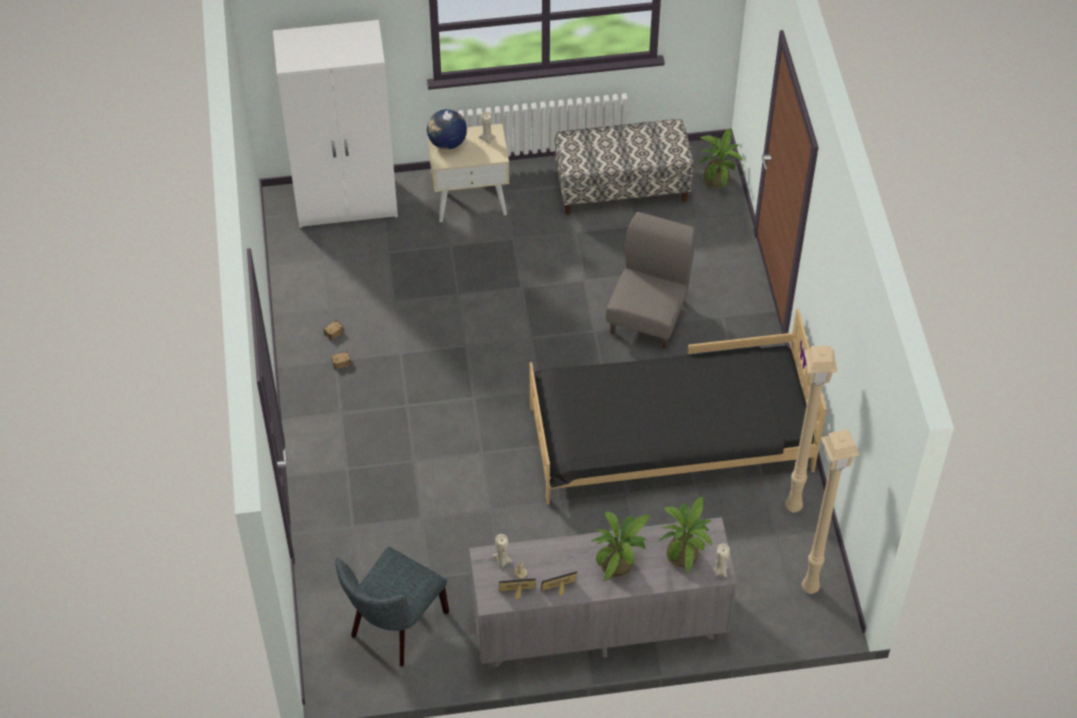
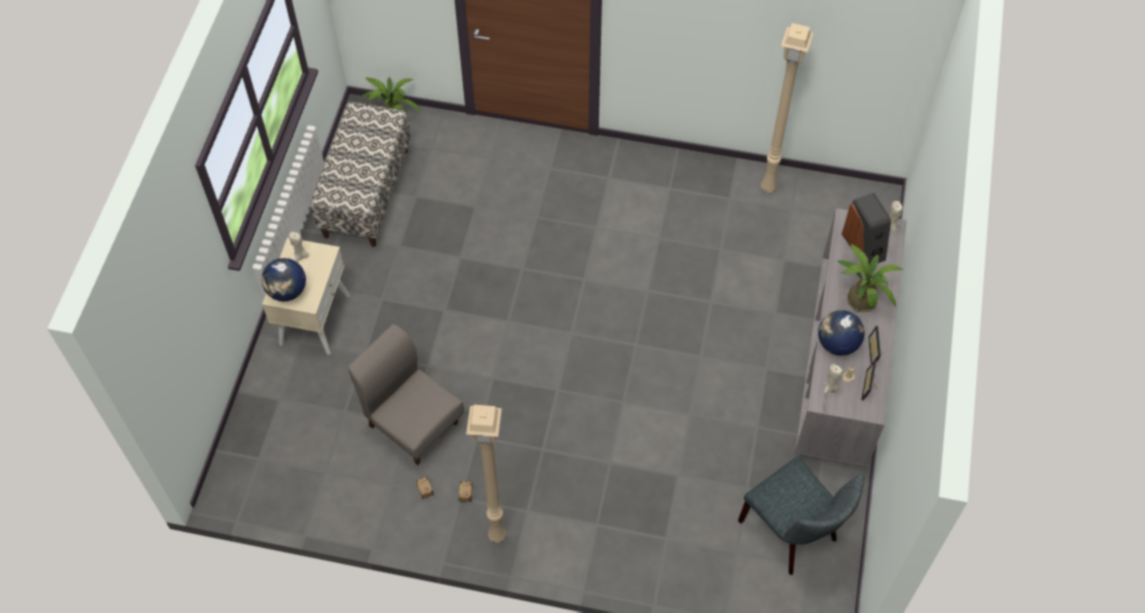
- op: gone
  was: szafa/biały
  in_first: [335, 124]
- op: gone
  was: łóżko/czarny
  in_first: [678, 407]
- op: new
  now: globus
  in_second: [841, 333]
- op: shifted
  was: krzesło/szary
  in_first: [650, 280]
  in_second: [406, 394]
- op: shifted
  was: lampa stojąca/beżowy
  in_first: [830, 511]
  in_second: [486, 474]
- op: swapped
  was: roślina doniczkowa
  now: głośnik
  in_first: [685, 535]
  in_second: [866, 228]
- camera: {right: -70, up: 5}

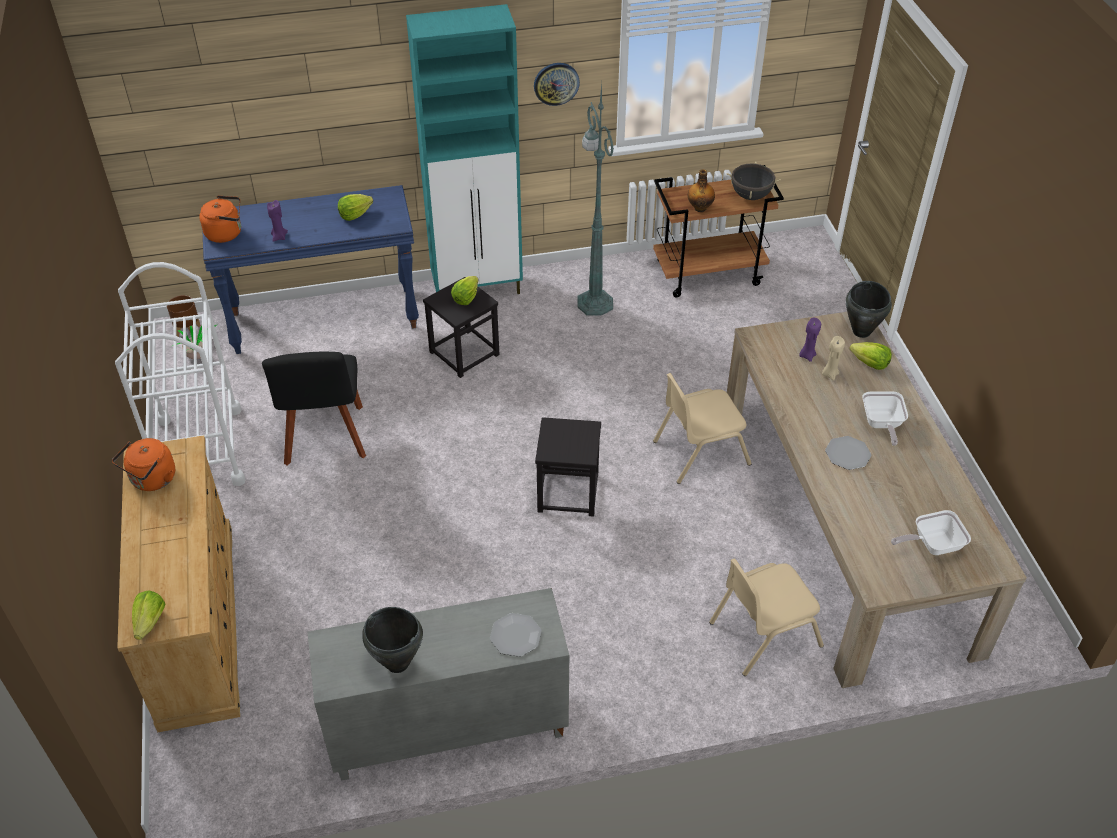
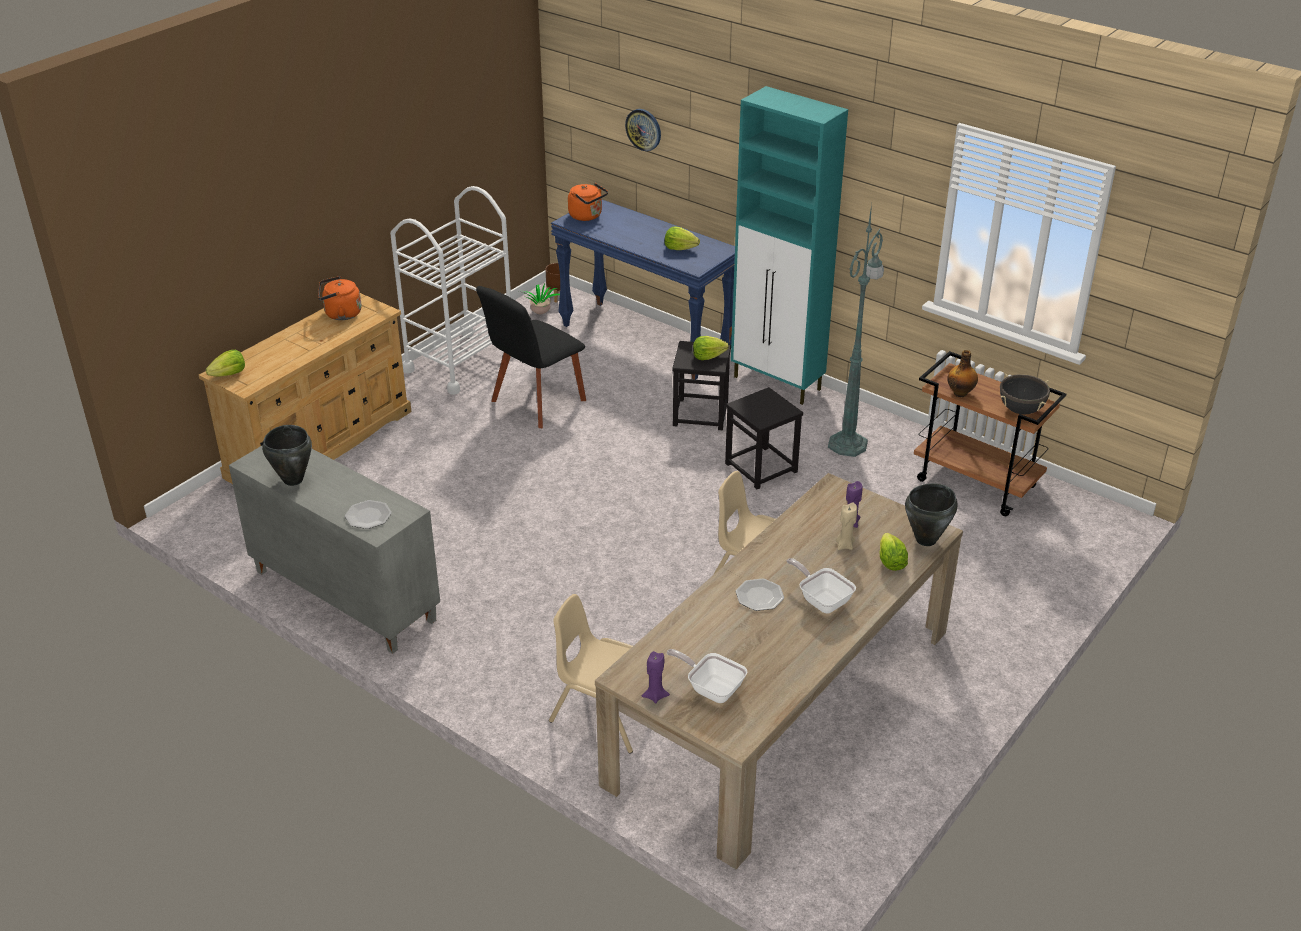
- op: shifted
  was: świeca/fioletowy
  in_first: [277, 220]
  in_second: [656, 677]
- op: shifted
  was: zegar ścienny
  in_first: [557, 84]
  in_second: [643, 130]
- op: shifted
  was: stołek/czarny
  in_first: [568, 467]
  in_second: [764, 438]
- op: rotated
  was: patelnia
  in_first: [885, 419]
  in_second: [821, 585]
  clockwise: 90
- camera: {right: 50, up: -10}

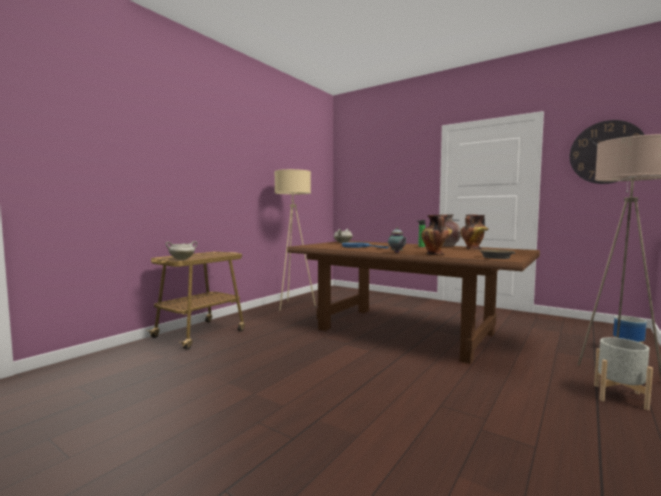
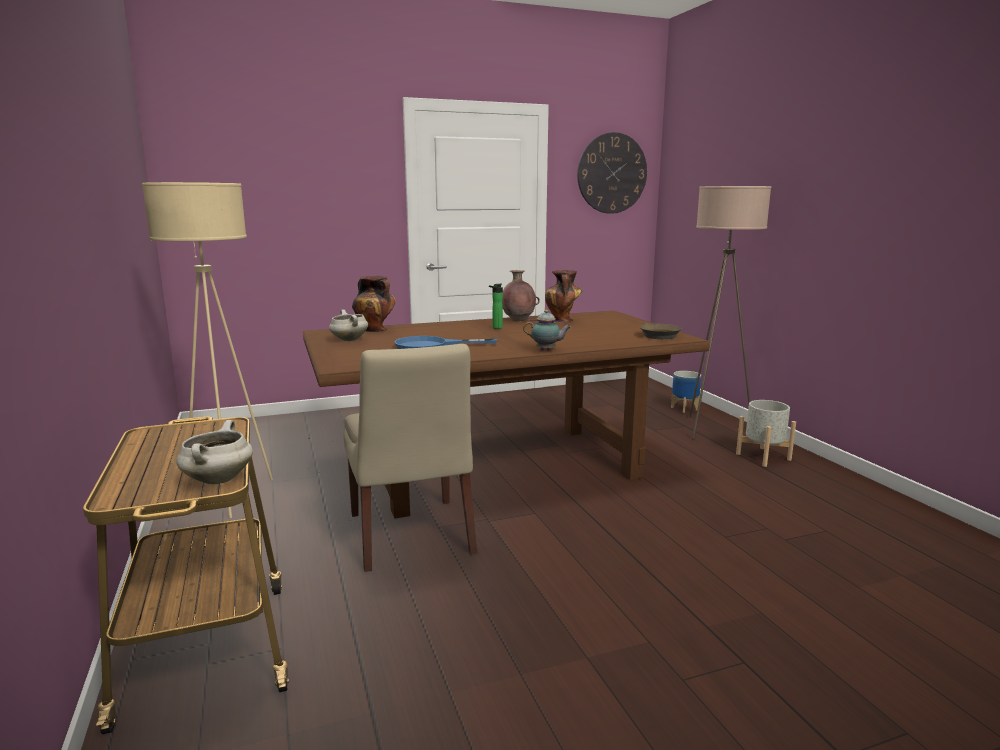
- op: new
  now: krzesło/beżowy
  in_second: [410, 458]
- op: shifted
  was: wazon
  in_first: [437, 235]
  in_second: [374, 304]
- camera: {right: -55, up: 10}

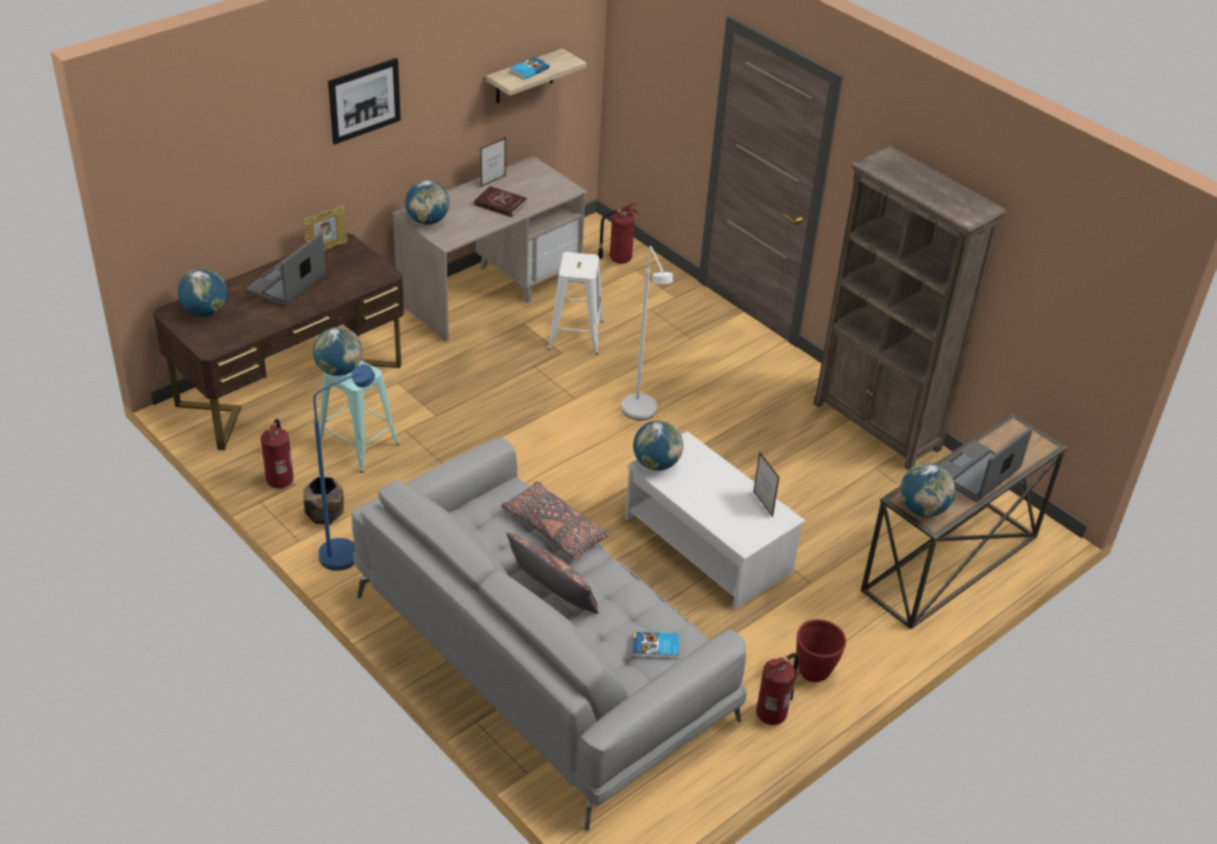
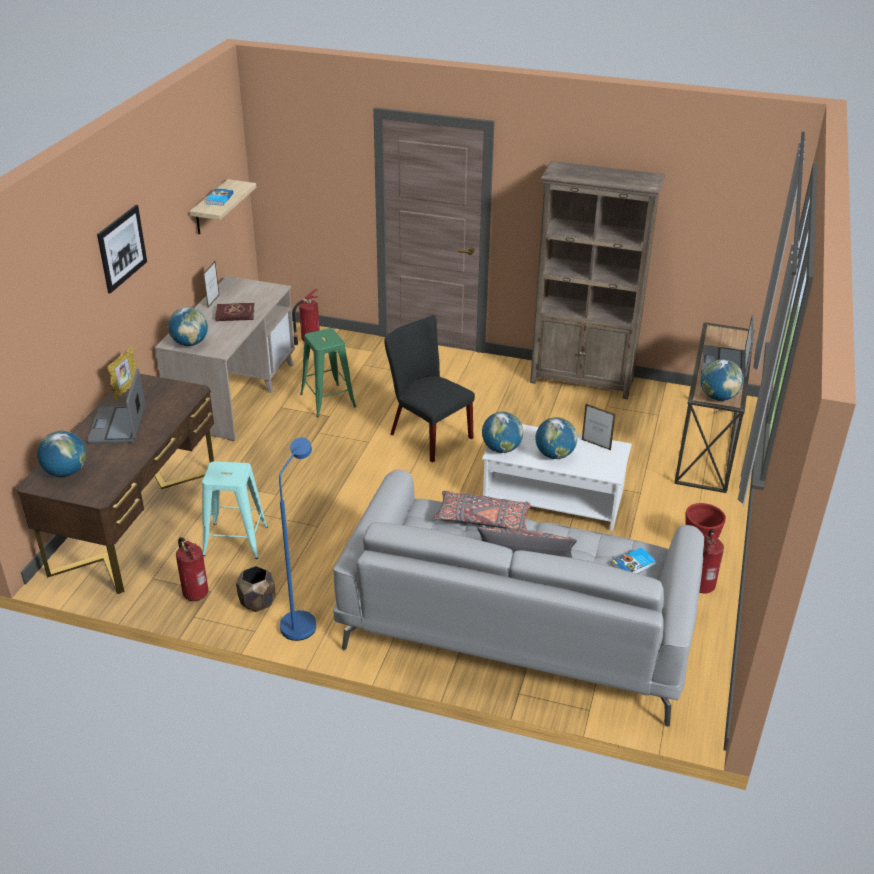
- op: shifted
  was: globus
  in_first: [337, 351]
  in_second: [556, 438]
- op: swapped
  was: lampa stojąca/biały
  now: krzesło/czarny
  in_first: [647, 333]
  in_second: [429, 389]
- op: repainted
  was: stołek/biały
  now: stołek/zielony
  in_first: [576, 303]
  in_second: [328, 372]
- camera: {right: -30, up: -5}

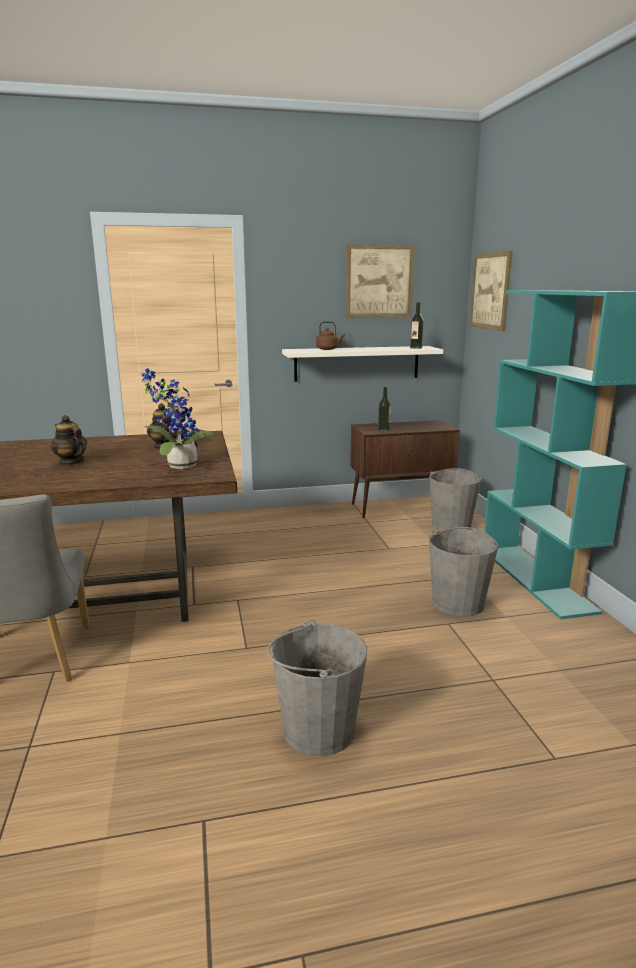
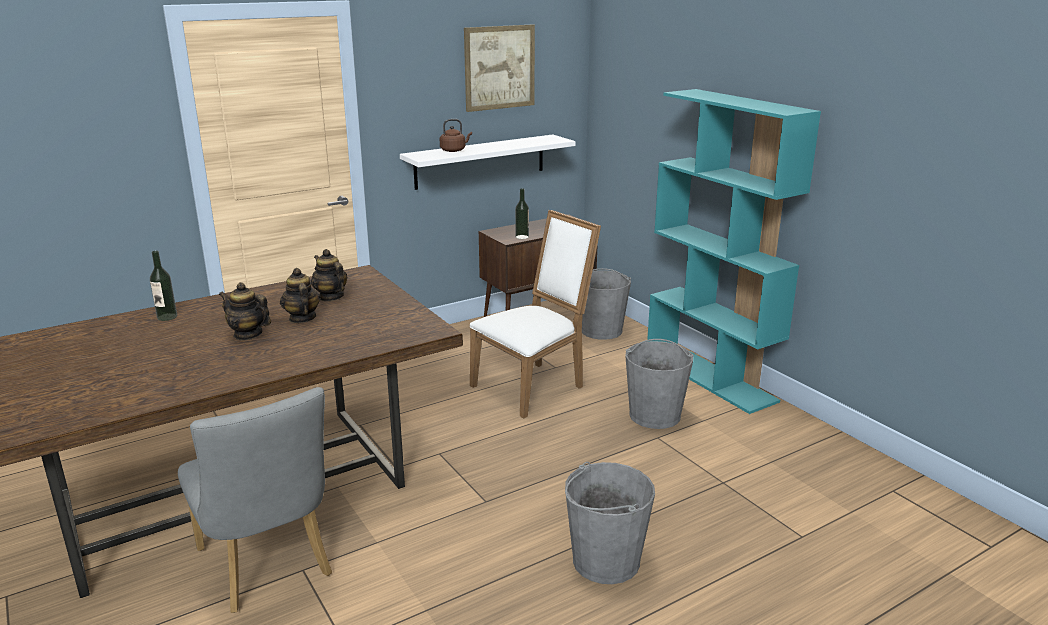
- op: gone
  was: roślina doniczkowa
  in_first: [178, 418]
- op: gone
  was: obraz
  in_first: [491, 291]
- op: new
  now: imbryk
  in_second: [300, 295]
- op: new
  now: krzesło/biały
  in_second: [535, 314]
- op: shifted
  was: butelka
  in_first: [417, 325]
  in_second: [163, 286]
- camera: {right: -20, up: 5}

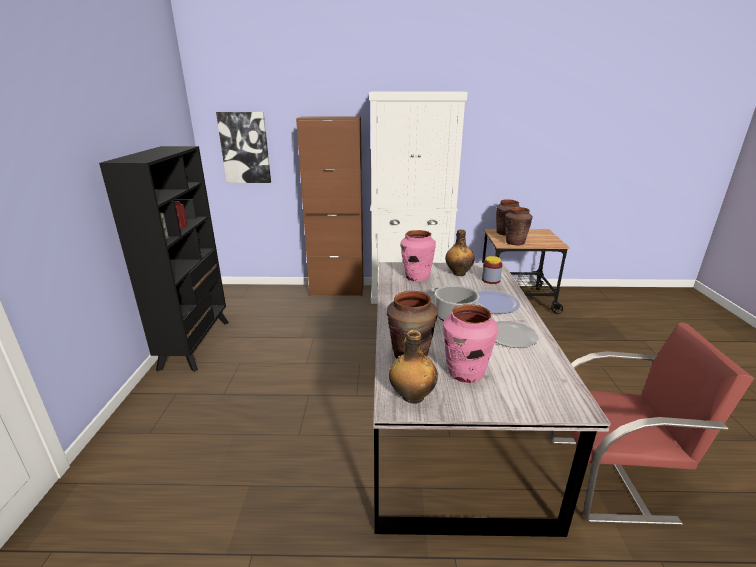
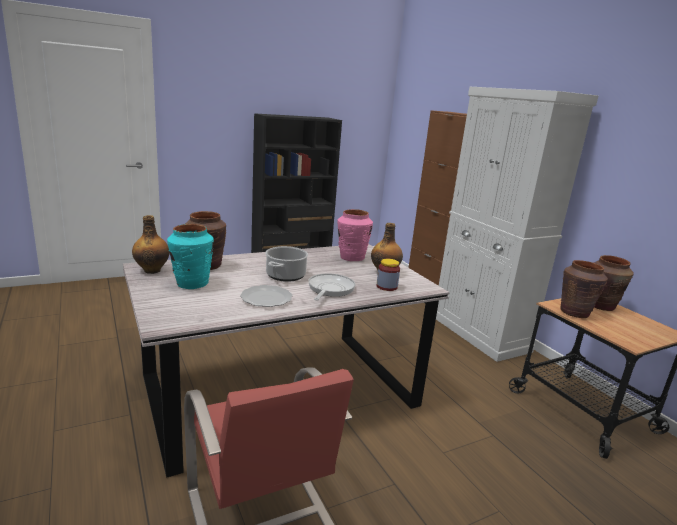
- op: gone
  was: obraz
  in_first: [243, 147]
- op: swapped
  was: talerz
  now: patelnia
  in_first: [498, 302]
  in_second: [331, 286]
- op: repainted
  was: wazon/różowy
  now: wazon/turkusowy
  in_first: [471, 343]
  in_second: [190, 256]
- camera: {right: 60, up: -5}

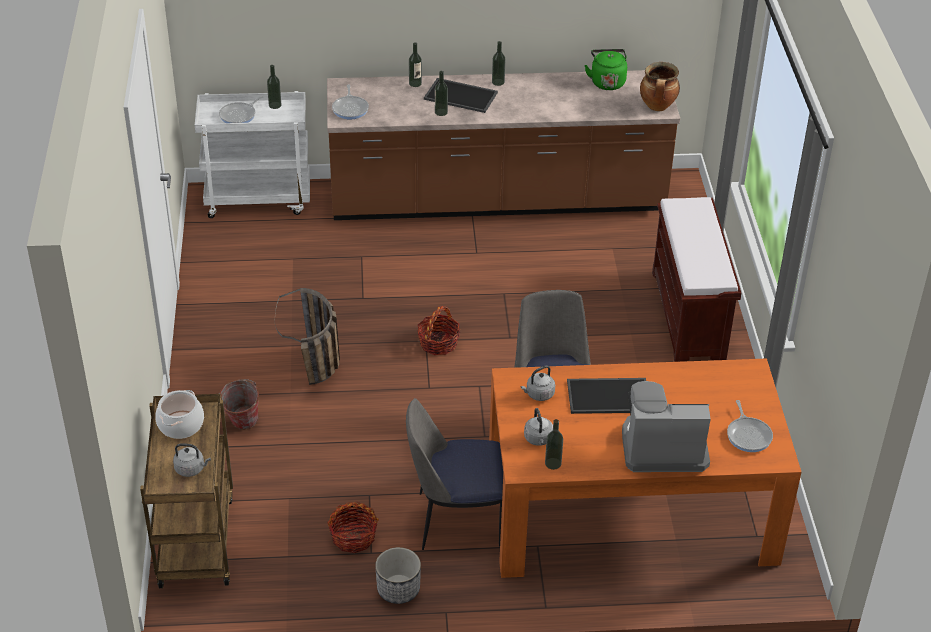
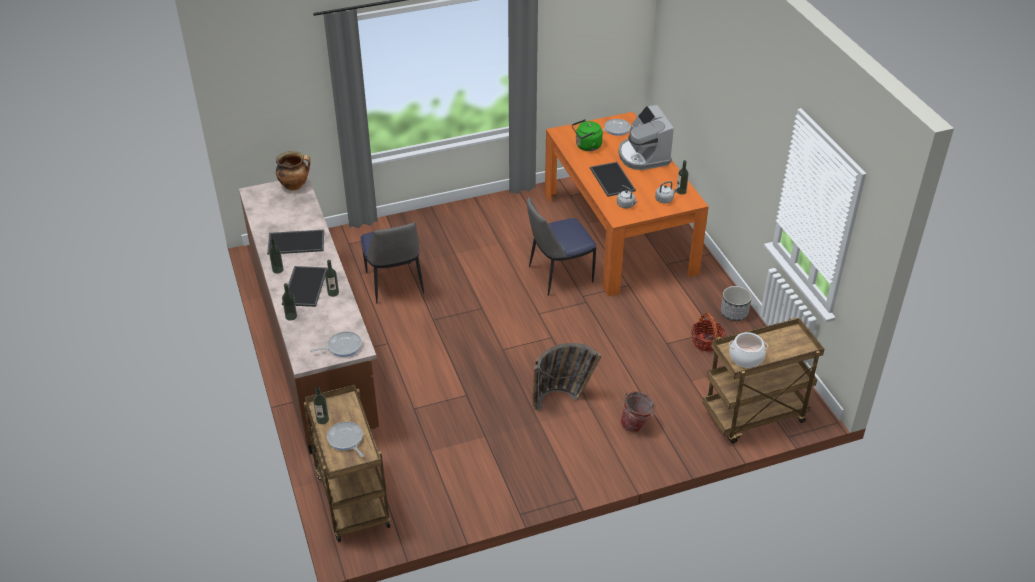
- op: gone
  was: czajnik/szary
  in_first: [192, 460]
- op: gone
  was: koszyk
  in_first: [438, 330]
- op: gone
  was: ławka/brązowy
  in_first: [696, 279]
- op: new
  now: taca
  in_second: [295, 242]
- op: shifted
  was: krzesło
  in_first: [454, 474]
  in_second: [392, 263]
- op: shifted
  was: czajnik/zielony
  in_first: [605, 69]
  in_second: [587, 135]
- op: repainted
  was: wózek/biały
  now: wózek/brązowy
  in_first: [252, 154]
  in_second: [347, 463]
- op: rotated
  was: patelnia
  in_first: [241, 109]
  in_second: [345, 439]
  clockwise: -150
- camera: {right: -105, up: 0}

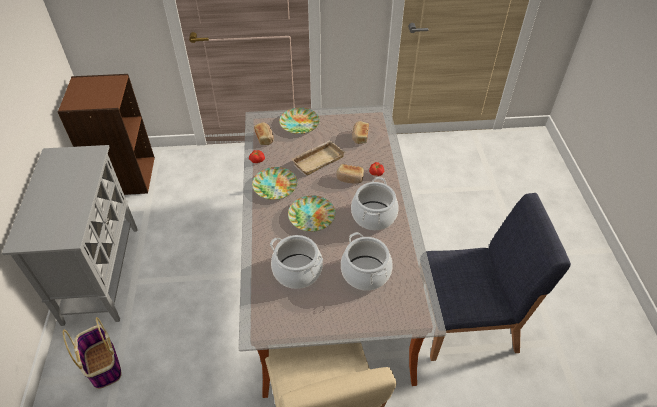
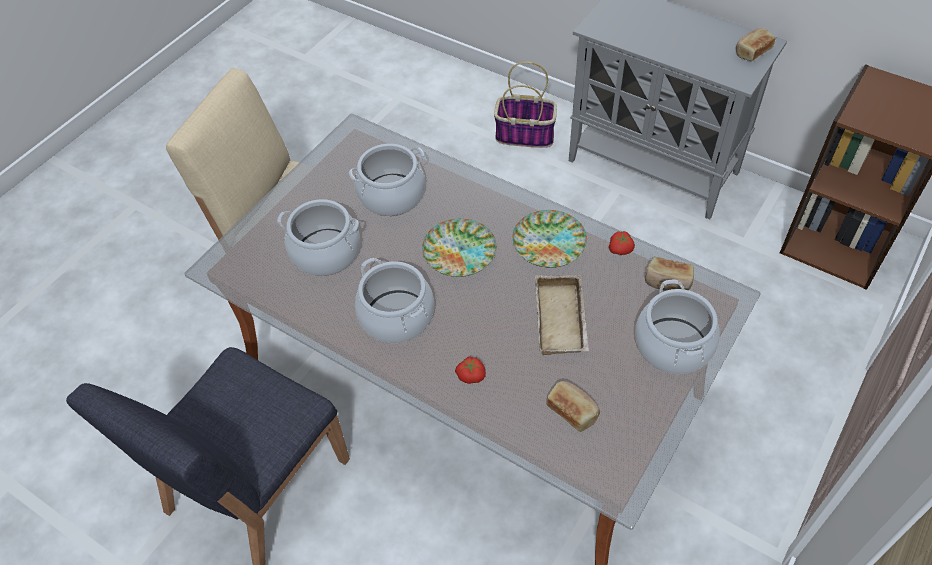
- op: shifted
  was: chleb
  in_first: [350, 173]
  in_second: [756, 44]
- op: swapped
  was: talerz
  now: garnek
  in_first: [299, 121]
  in_second: [677, 327]
- camera: {right: 130, up: 5}

